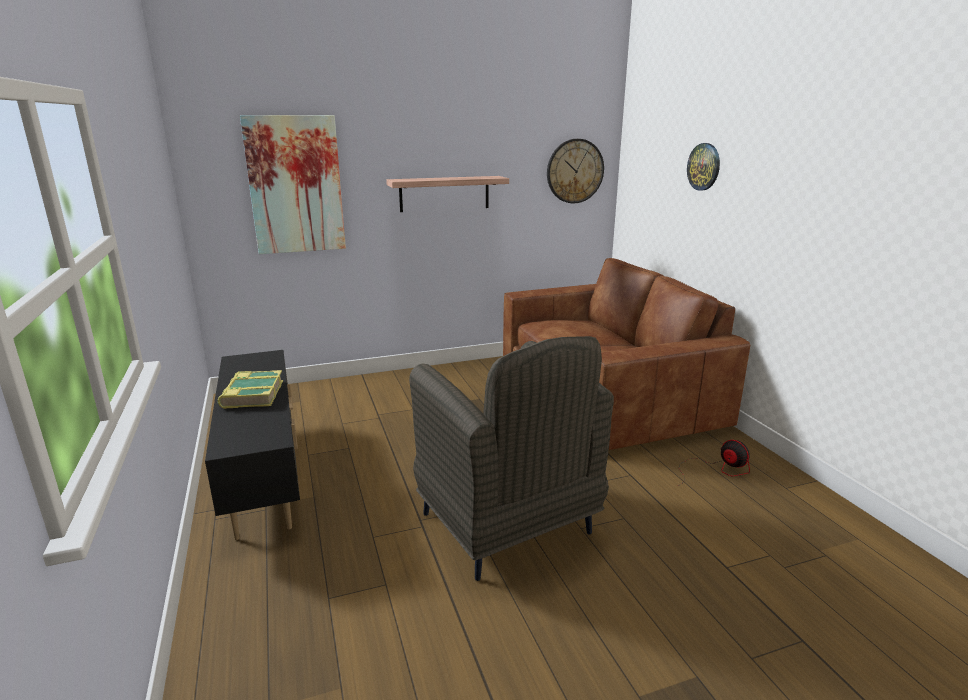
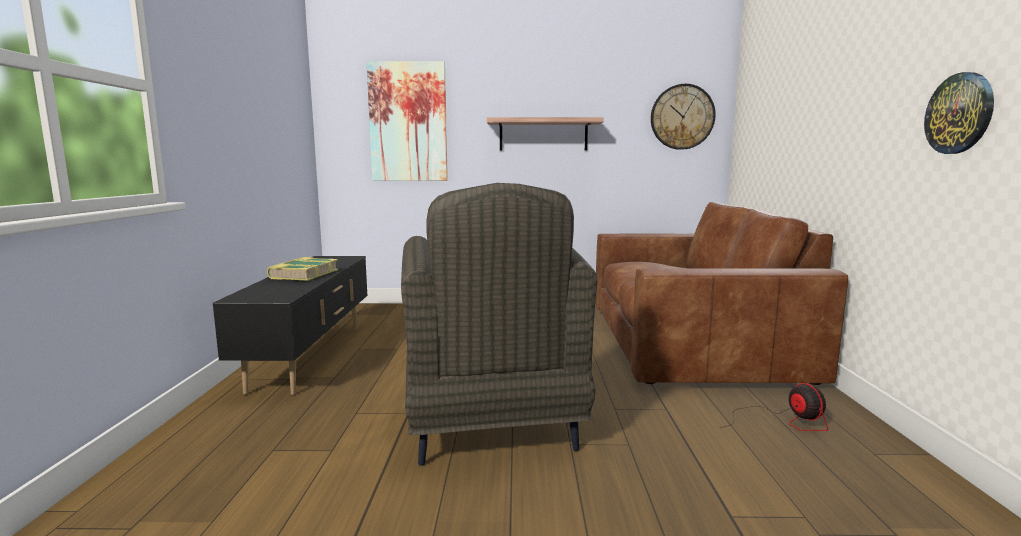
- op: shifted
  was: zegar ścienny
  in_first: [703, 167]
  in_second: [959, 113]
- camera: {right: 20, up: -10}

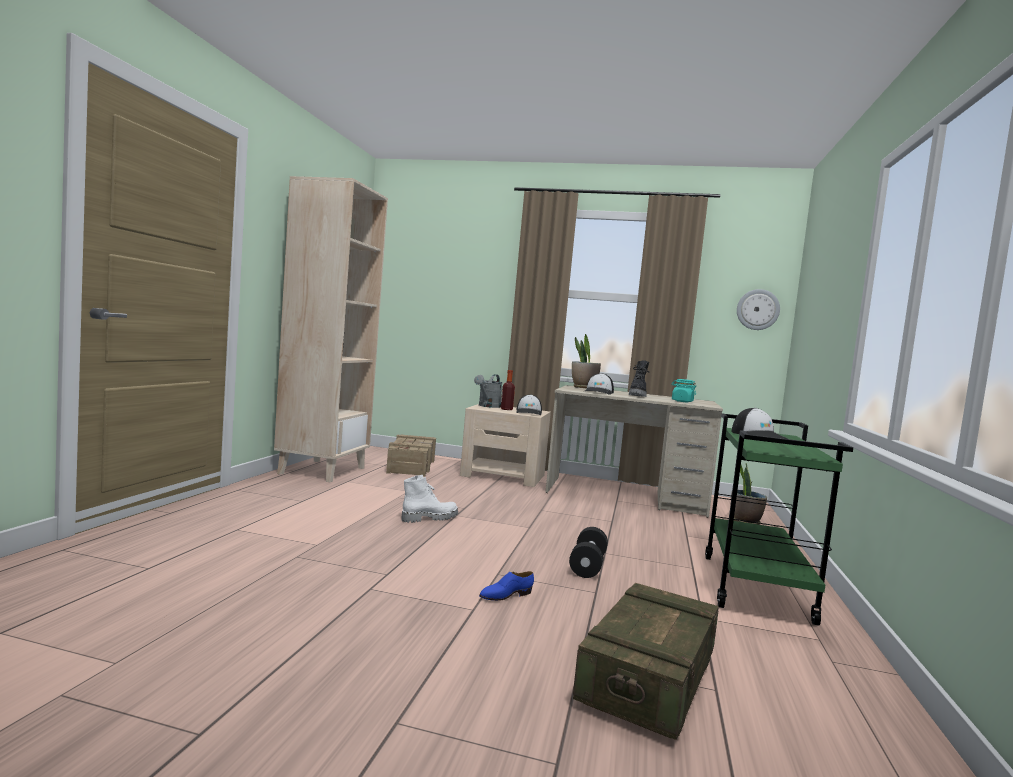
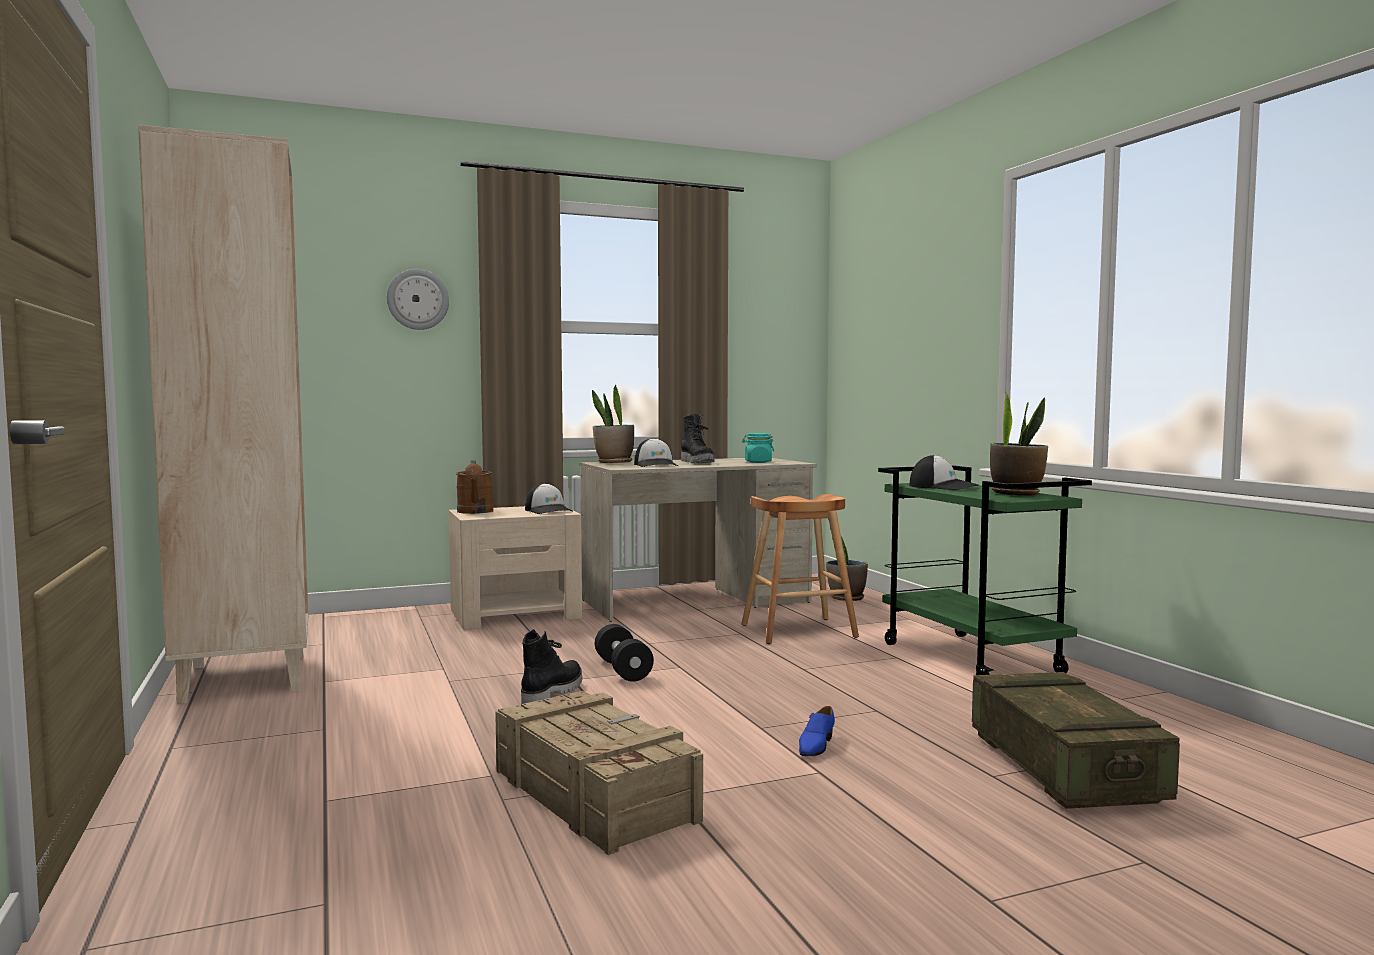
- op: gone
  was: butelka
  in_first: [508, 390]
- op: new
  now: stołek/brązowy
  in_second: [800, 569]
- op: new
  now: roślina doniczkowa
  in_second: [1019, 443]
- op: shifted
  was: skrzynka
  in_first: [411, 456]
  in_second: [599, 773]
- op: shifted
  was: hantel/czarny
  in_first: [588, 552]
  in_second: [624, 653]
- op: shifted
  was: zegar ścienny
  in_first: [758, 309]
  in_second: [418, 299]
- op: repainted
  was: but z cholewką/biały
  now: but z cholewką/czarny
  in_first: [429, 499]
  in_second: [551, 666]
- op: repainted
  was: konewka/szary
  now: konewka/brązowy
  in_first: [488, 391]
  in_second: [474, 487]
- camera: {right: -35, up: 0}

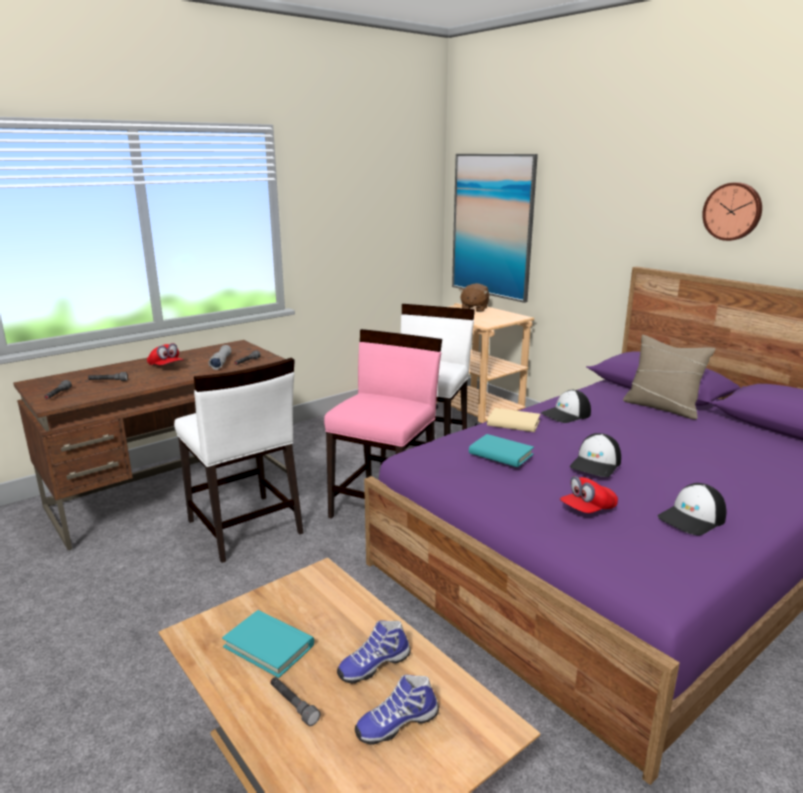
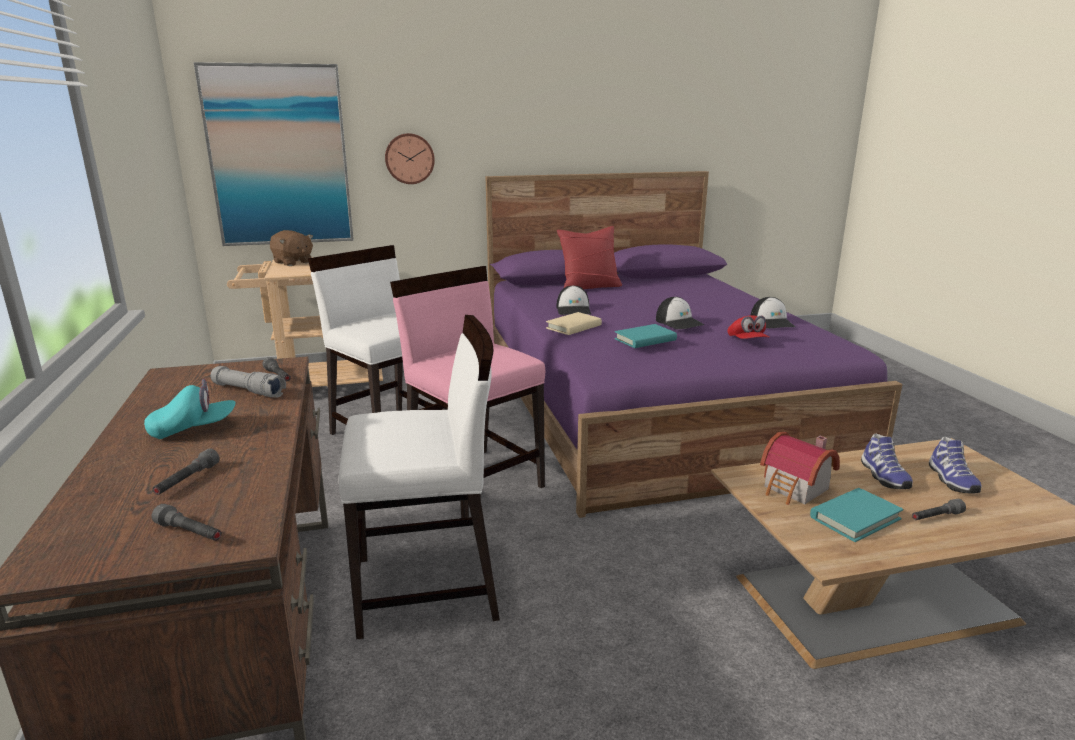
- op: new
  now: domek
  in_second: [800, 468]
- op: shifted
  was: zegar ścienny
  in_first: [732, 211]
  in_second: [410, 158]
- op: repainted
  was: czapka z daszkiem/czerwony
  now: czapka z daszkiem/turkusowy
  in_first: [165, 354]
  in_second: [189, 409]
- op: repainted
  was: poduszka/beżowy
  now: poduszka/czerwony
  in_first: [669, 377]
  in_second: [589, 257]
- camera: {right: -65, up: 0}

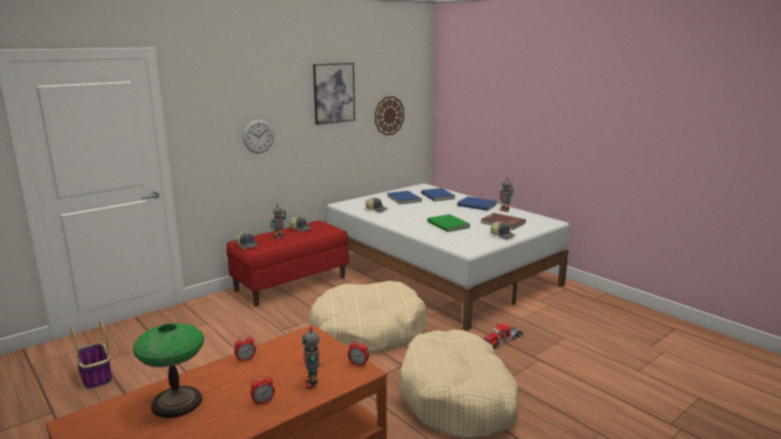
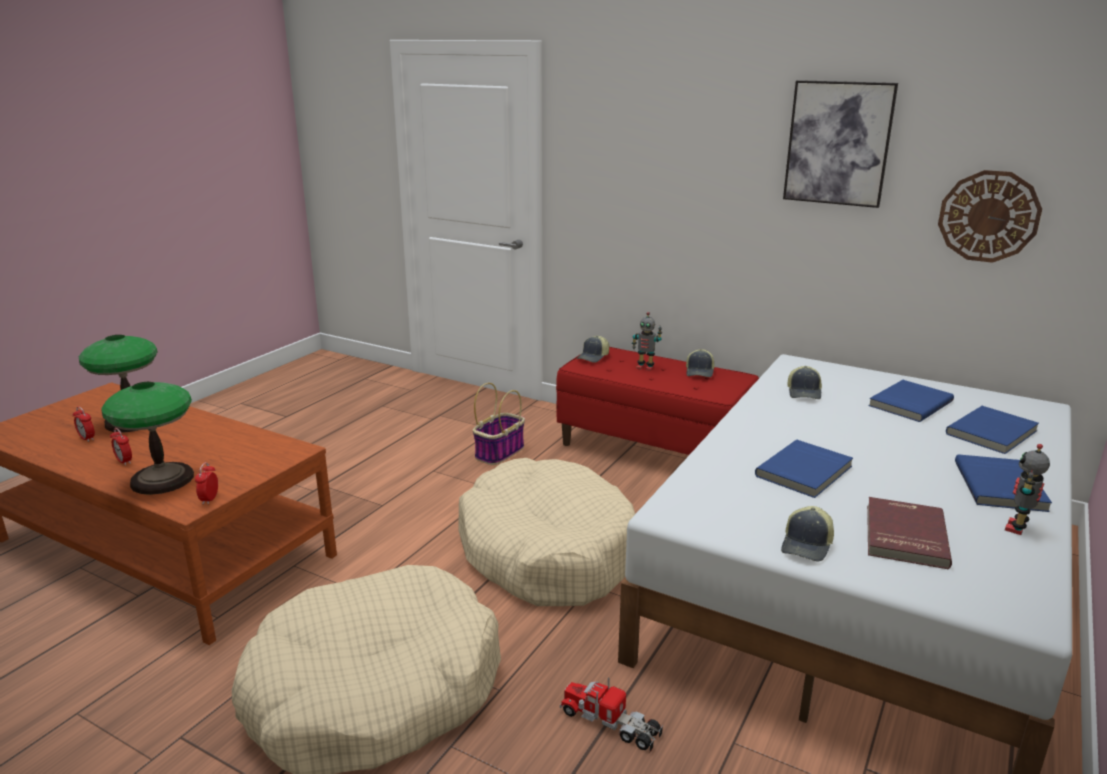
- op: gone
  was: zegar ścienny
  in_first: [258, 136]
- op: shifted
  was: koszyk
  in_first: [91, 354]
  in_second: [499, 424]
- op: shifted
  was: budzik
  in_first: [245, 348]
  in_second: [83, 424]
- op: swapped
  was: robot zabawkowy
  now: lampa stołowa
  in_first: [311, 358]
  in_second: [147, 438]
- op: repainted
  was: książka/zielony
  now: książka/niebieski
  in_first: [448, 223]
  in_second: [804, 469]
- camera: {right: 70, up: 5}

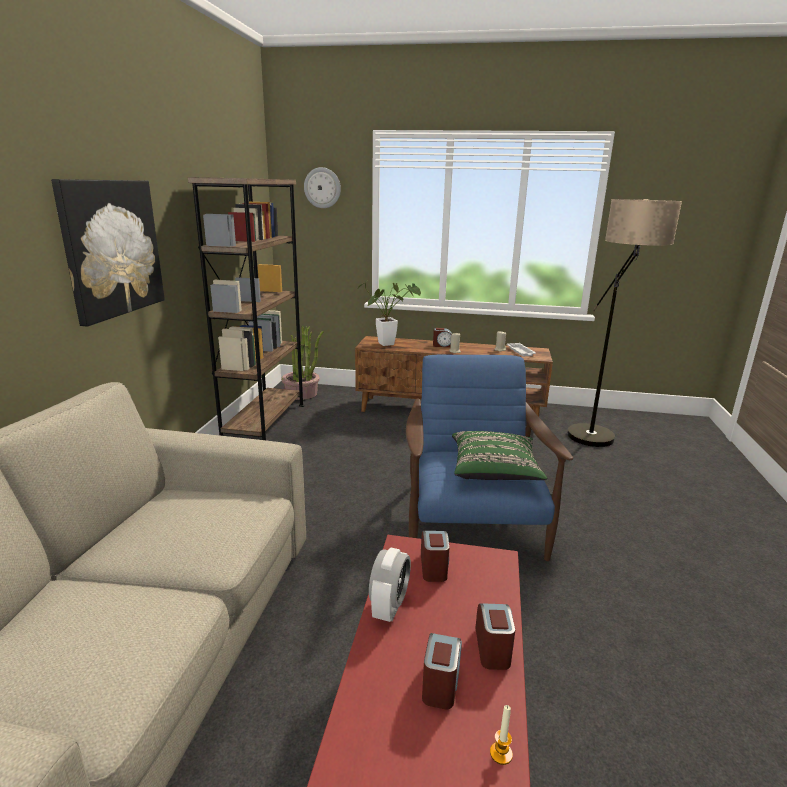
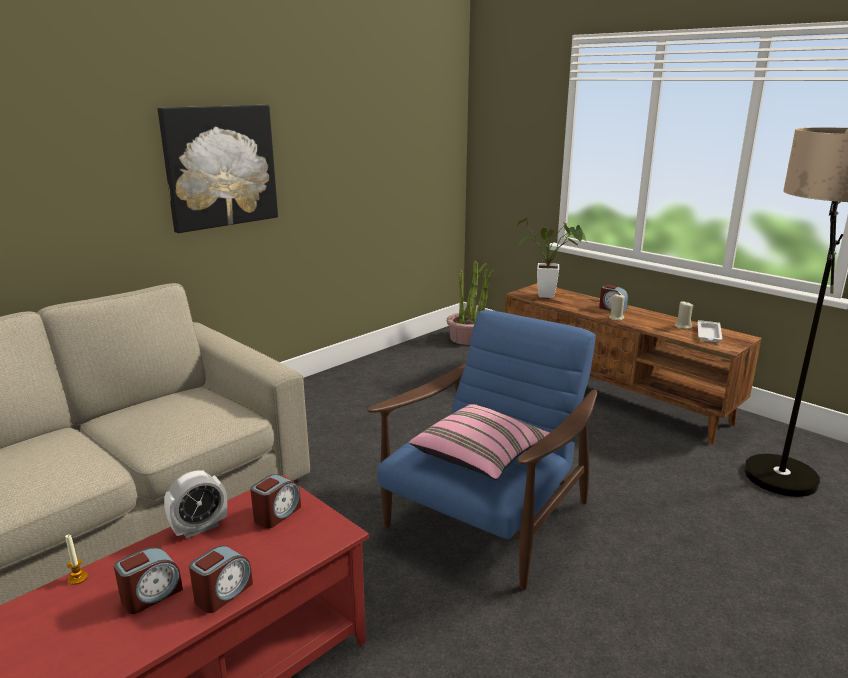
- op: gone
  was: regał/brązowy
  in_first: [246, 308]
- op: gone
  was: zegar ścienny
  in_first: [322, 187]
- op: shifted
  was: świeca
  in_first: [501, 735]
  in_second: [76, 560]
- op: repainted
  was: poduszka/zielony
  now: poduszka/różowy
  in_first: [499, 455]
  in_second: [479, 442]
- camera: {right: 35, up: 0}

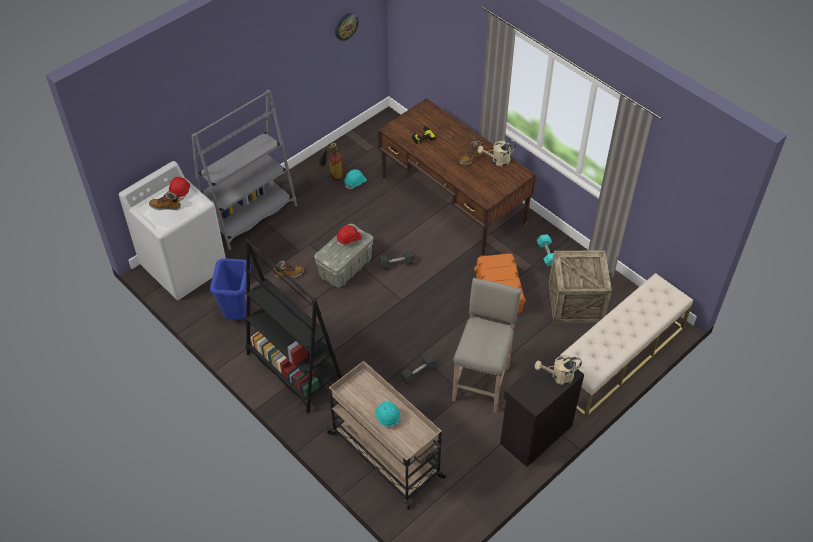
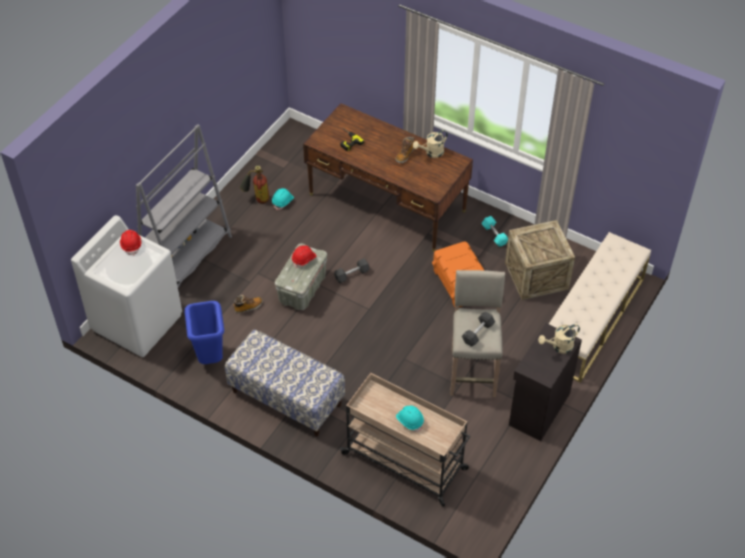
- op: gone
  was: but z cholewką
  in_first: [165, 200]
- op: gone
  was: zegar ścienny
  in_first: [346, 27]
- op: shifted
  was: hantel/czarny
  in_first: [418, 369]
  in_second: [478, 329]
- op: swapped
  was: regał/czarny
  now: ławka
  in_first: [294, 325]
  in_second: [285, 383]
- camera: {right: -15, up: 0}

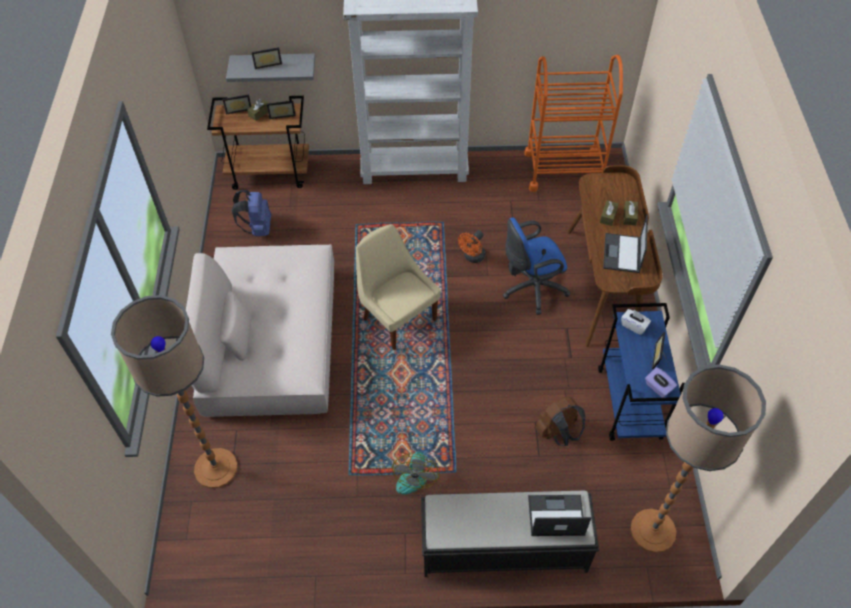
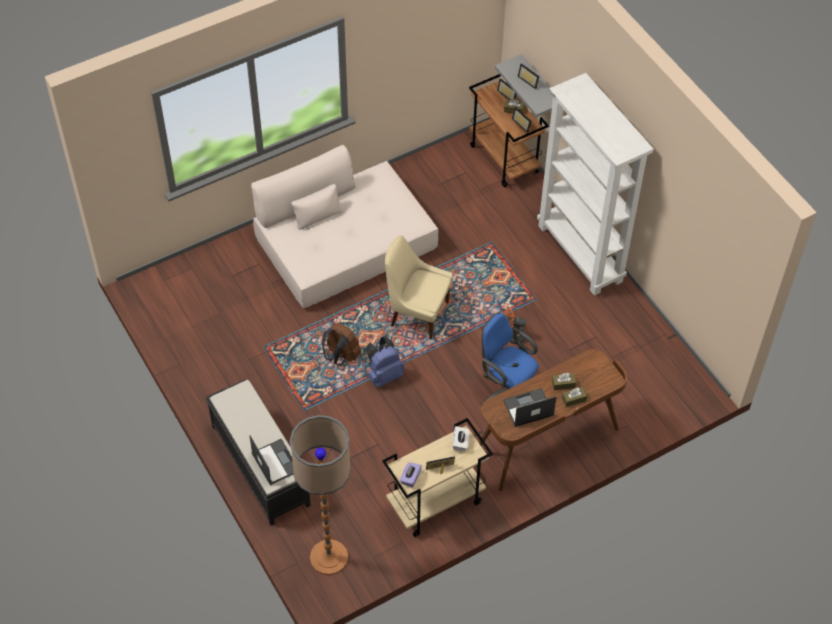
- op: gone
  was: lampa stojąca
  in_first: [174, 391]
- op: gone
  was: wentylator
  in_first: [415, 473]
- op: gone
  was: wózek/pomarańczowy
  in_first: [573, 123]
- op: shifted
  was: plecak/niebieski
  in_first: [251, 213]
  in_second: [385, 362]
- op: shifted
  was: plecak/brązowy
  in_first: [560, 421]
  in_second: [341, 344]
- op: repainted
  was: wózek/niebieski
  now: wózek/beżowy
  in_first: [641, 372]
  in_second: [437, 477]
- op: rotated
  was: krzesło/beżowy
  in_first: [398, 287]
  in_second: [419, 287]
  clockwise: -90
- camera: {right: 60, up: 0}

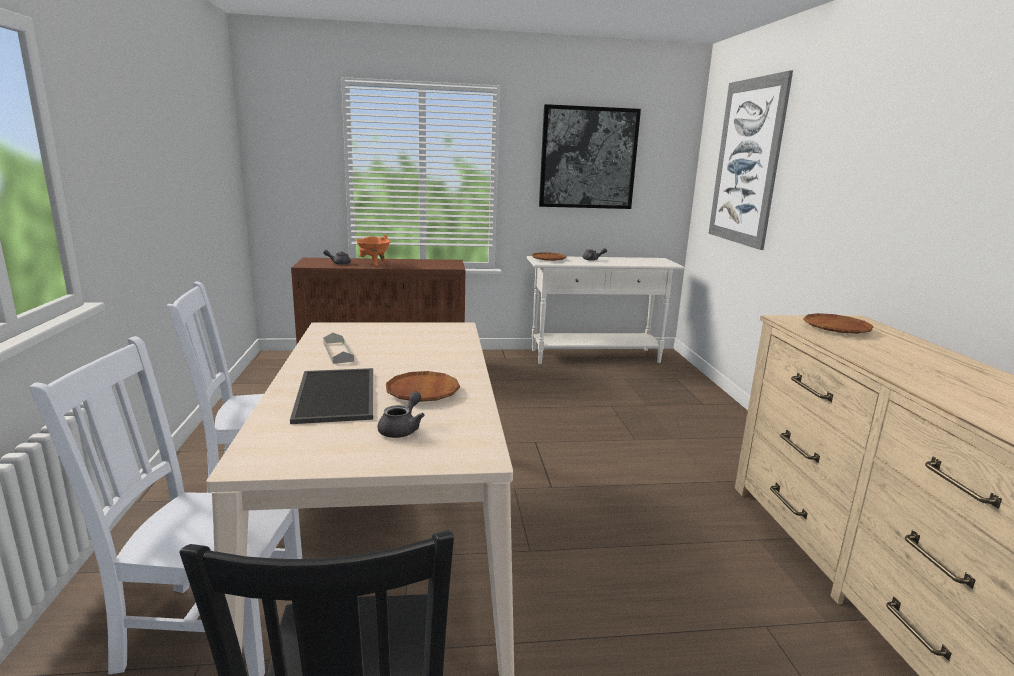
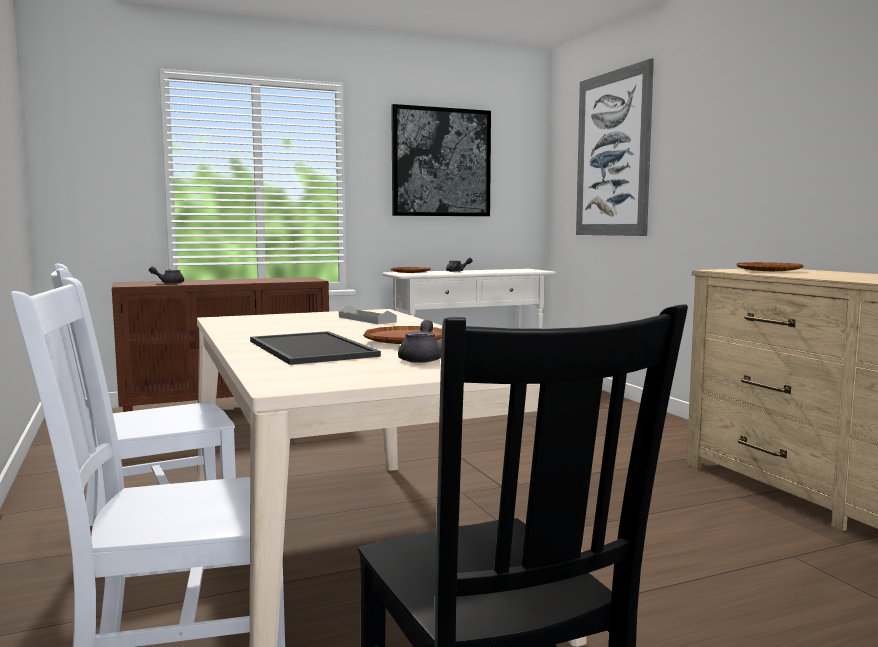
- op: gone
  was: garnek/pomarańczowy
  in_first: [373, 250]
- op: shifted
  was: taca/szary
  in_first: [338, 348]
  in_second: [368, 314]
- camera: {right: -15, up: -10}

